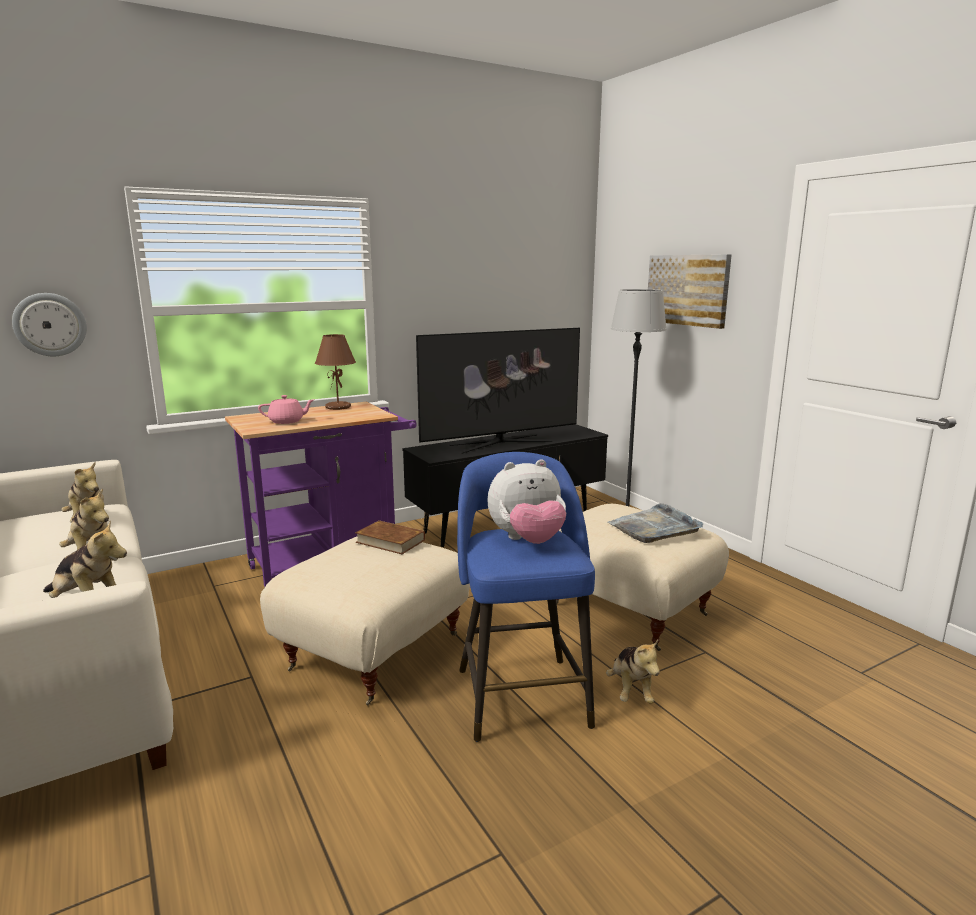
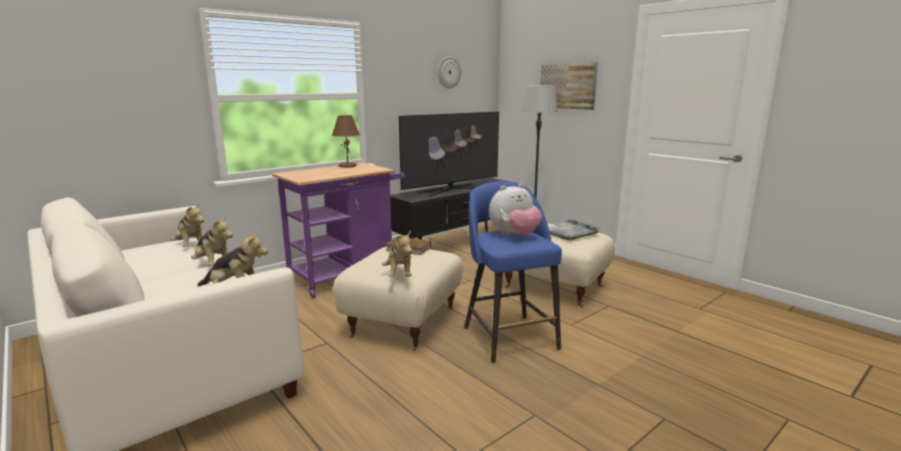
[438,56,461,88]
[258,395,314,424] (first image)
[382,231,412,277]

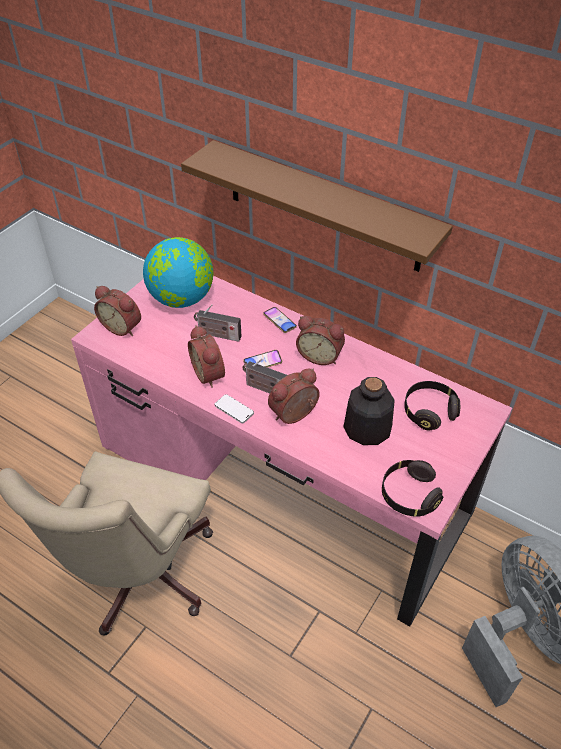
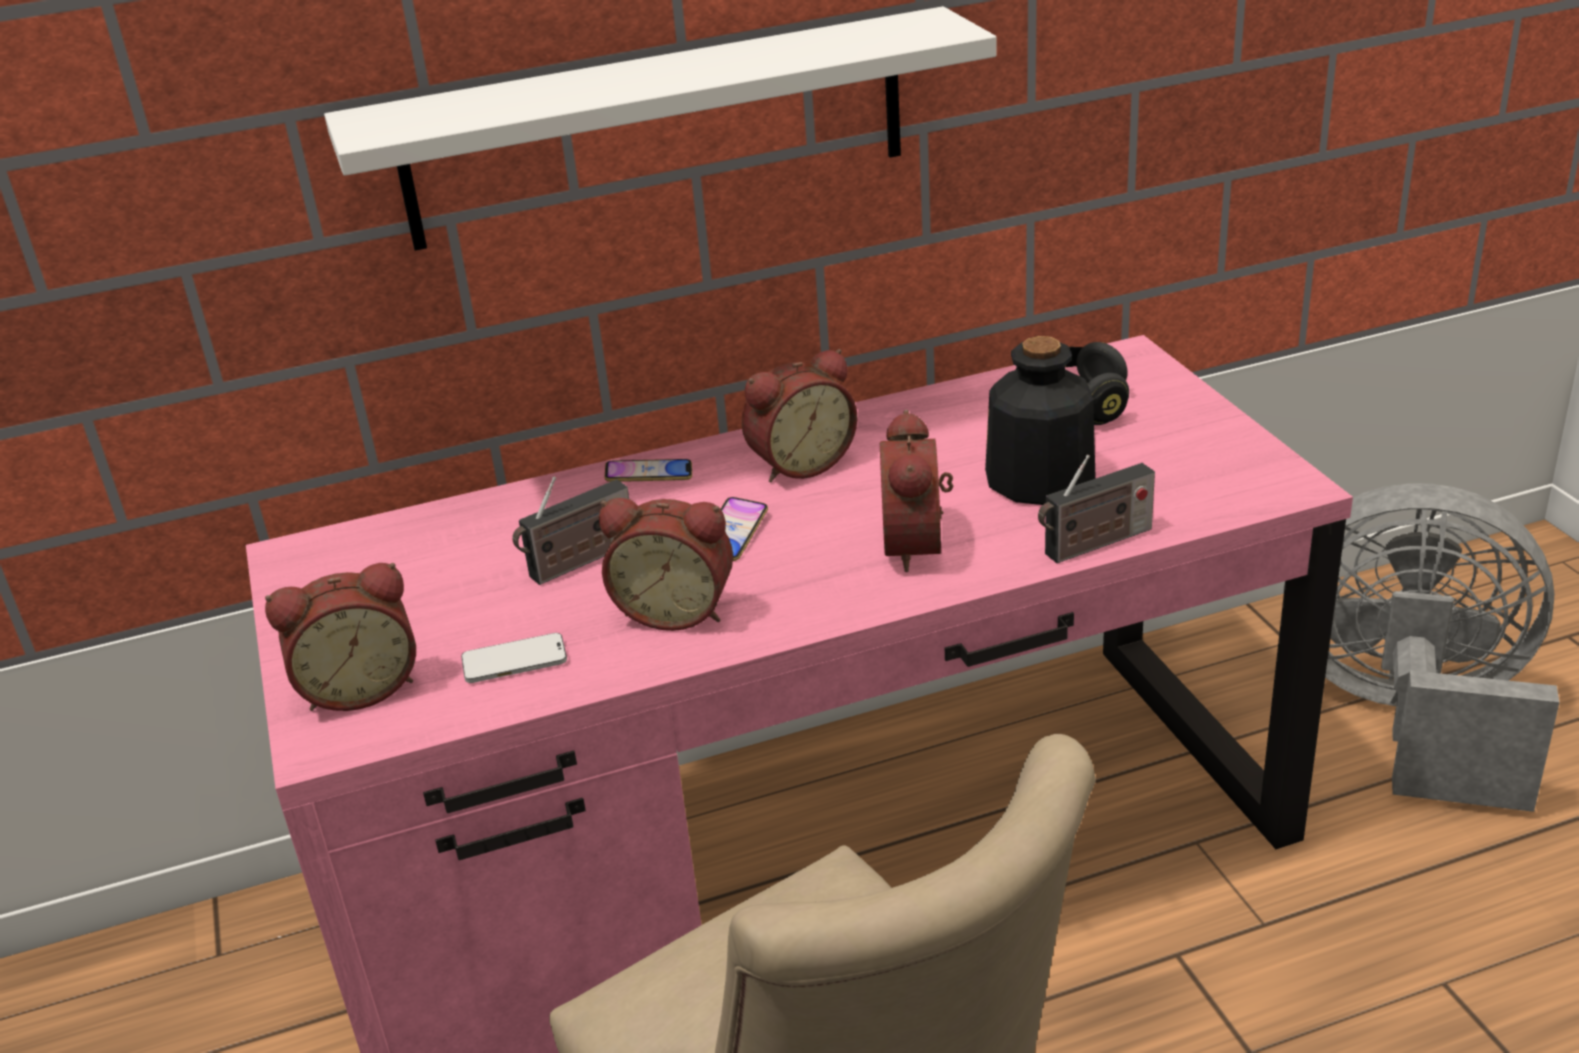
[143,237,213,308] (first image)
[324,6,997,251]
[461,633,567,683]
[1038,454,1155,563]
[382,460,443,517] (first image)

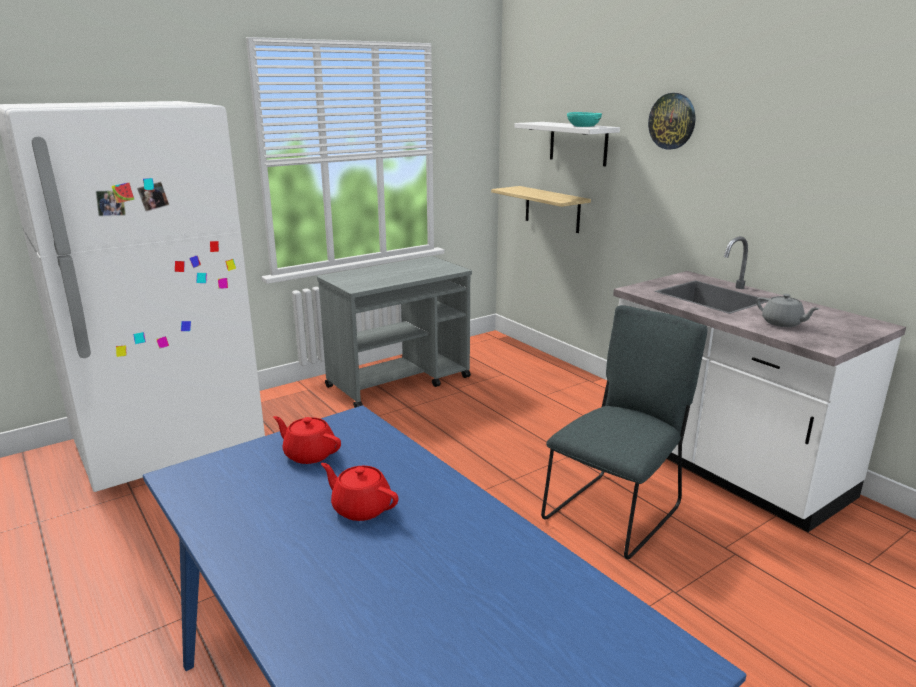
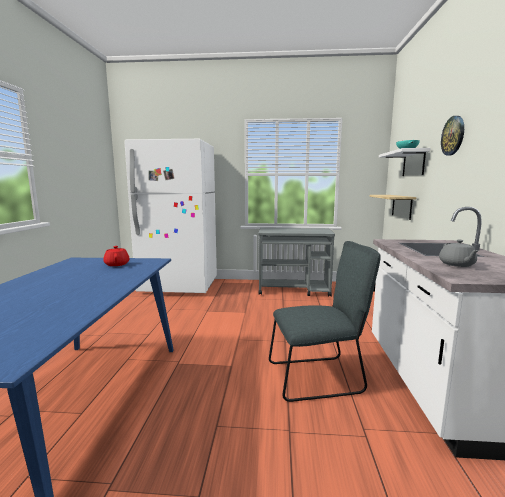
[321,463,398,521] (first image)

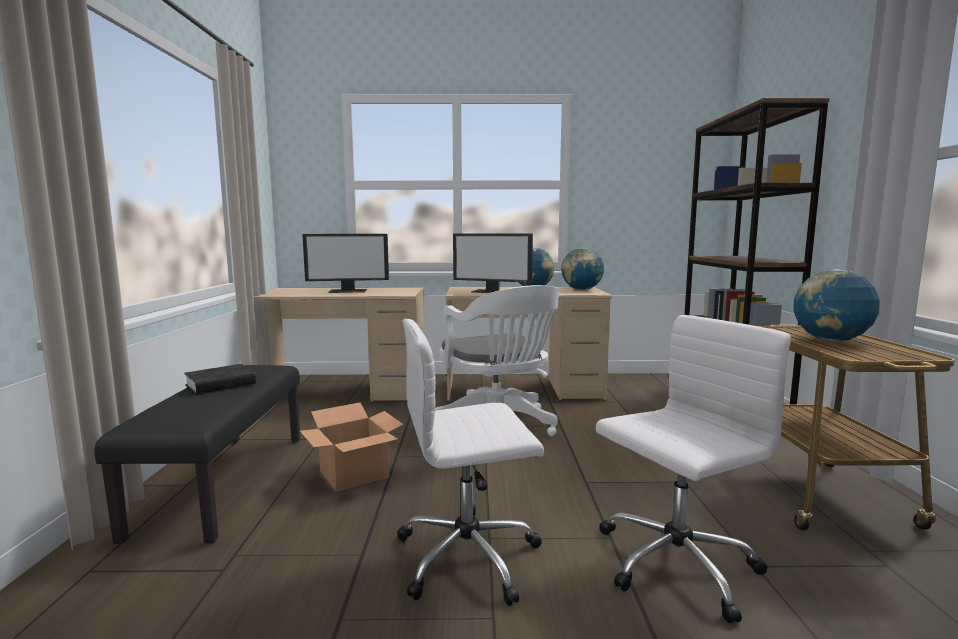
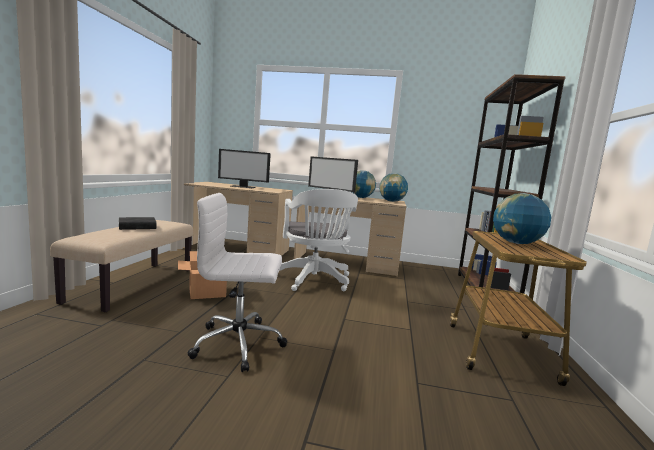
[50,220,194,312]
[596,315,791,624] (first image)

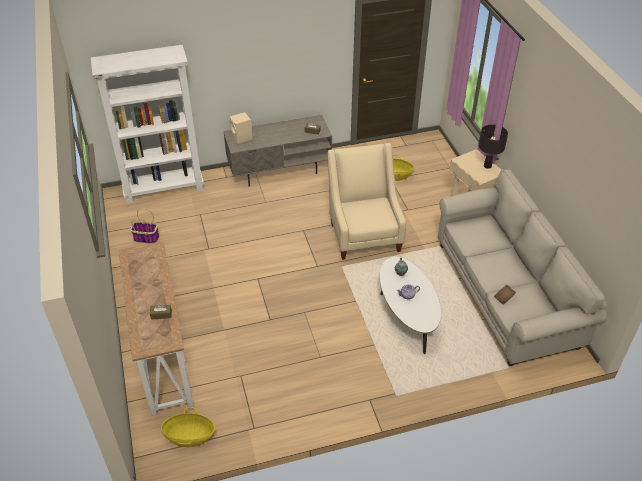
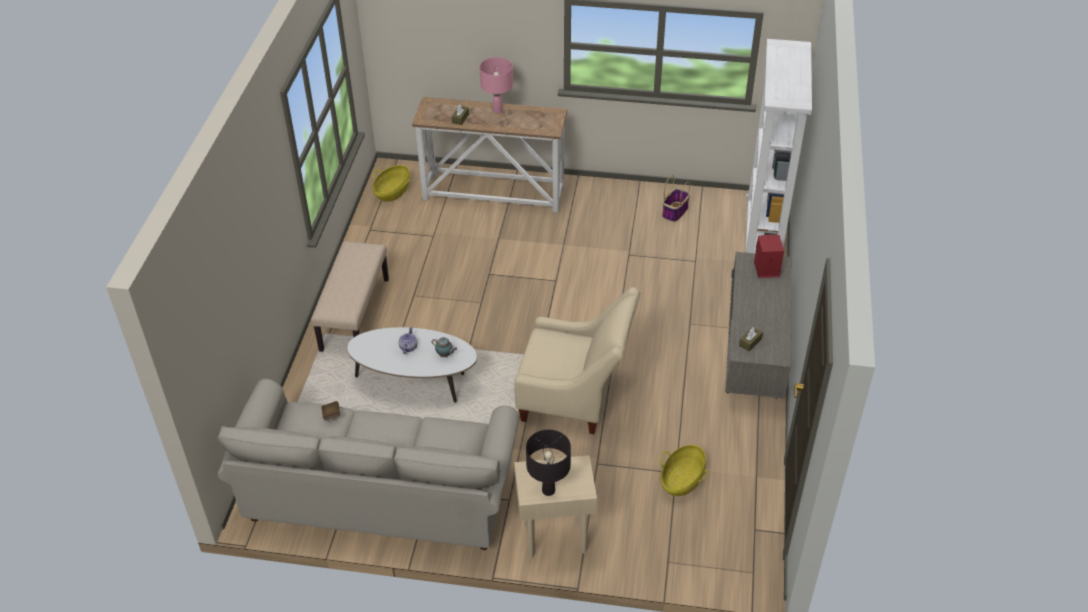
[754,235,784,278]
[311,241,389,352]
[480,57,513,113]

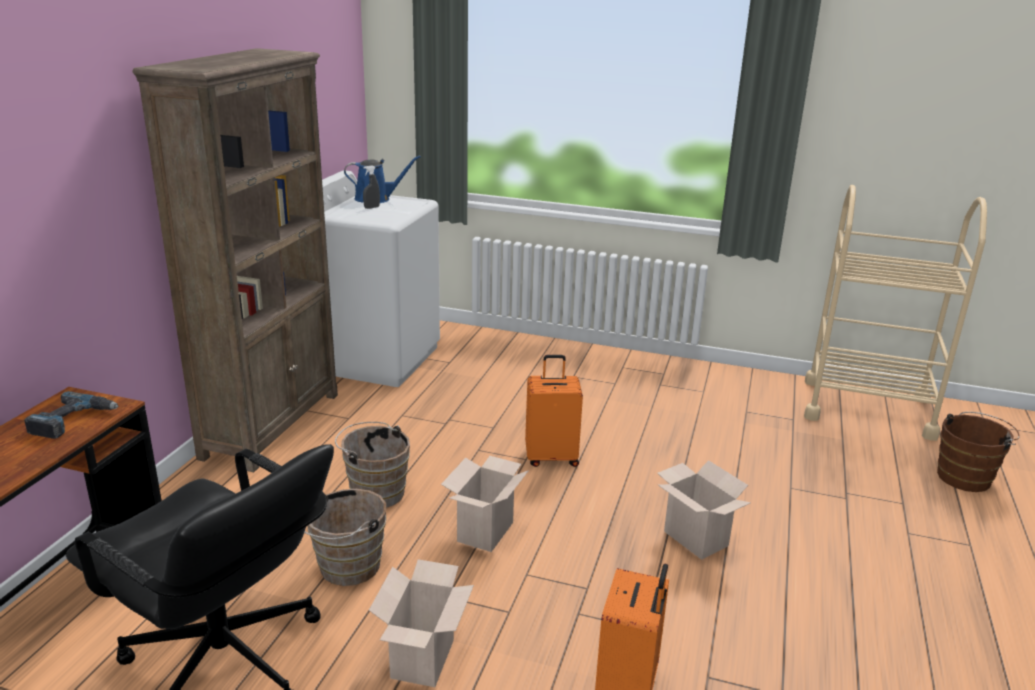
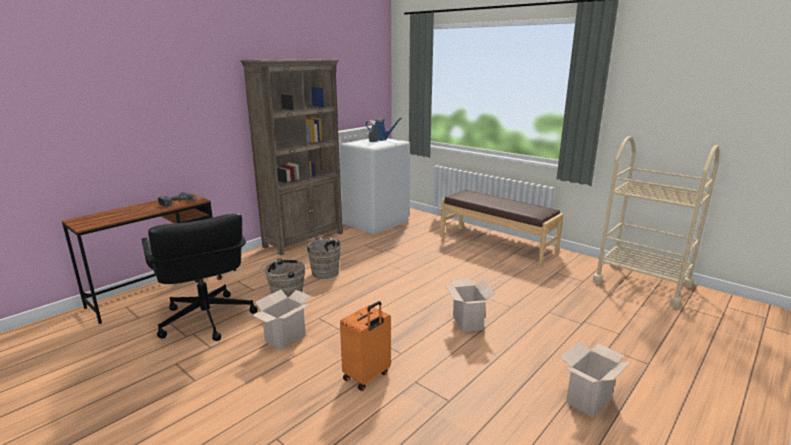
[560,341,632,418]
[525,355,583,467] (first image)
[937,412,1020,492] (first image)
[440,190,564,267]

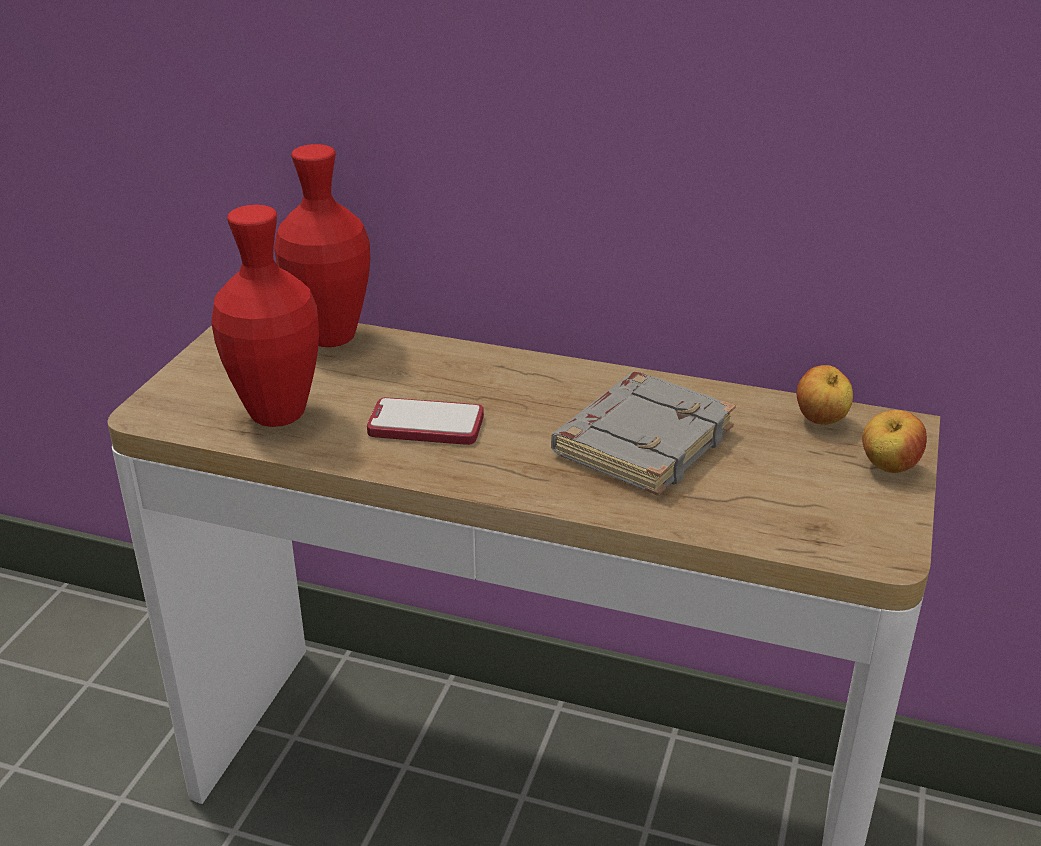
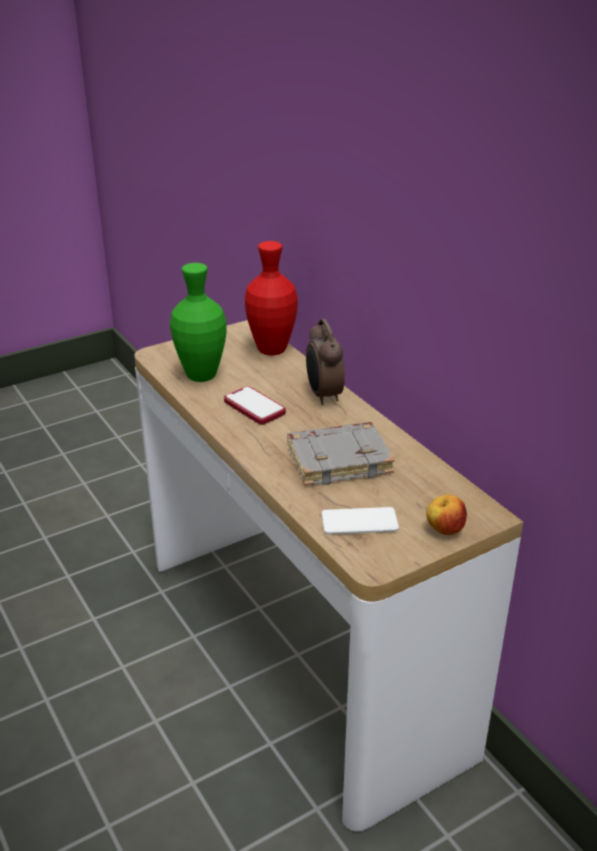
[170,263,227,382]
[796,365,853,425] (first image)
[306,319,345,405]
[322,507,399,535]

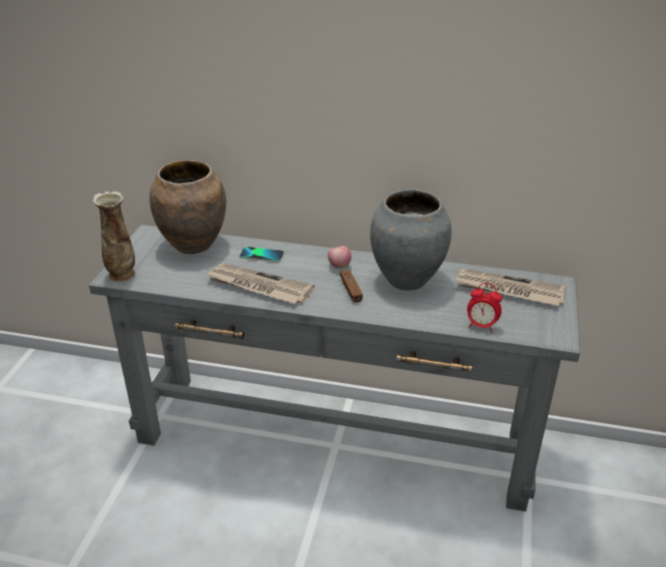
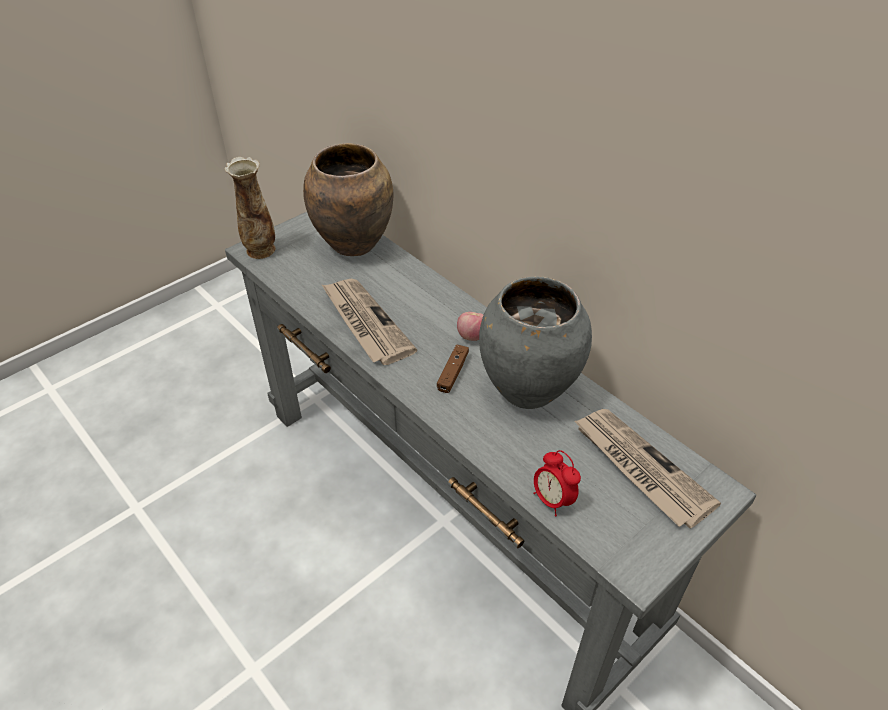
[239,247,284,262] (first image)

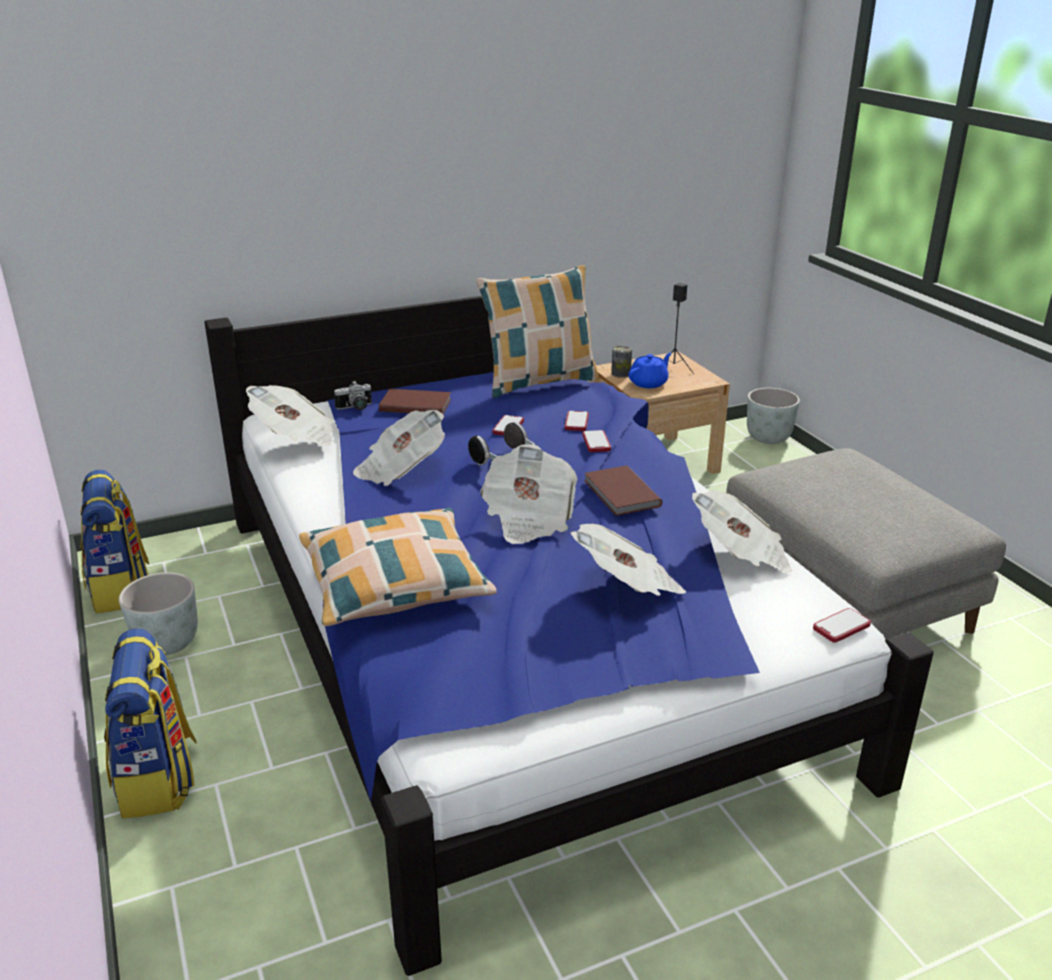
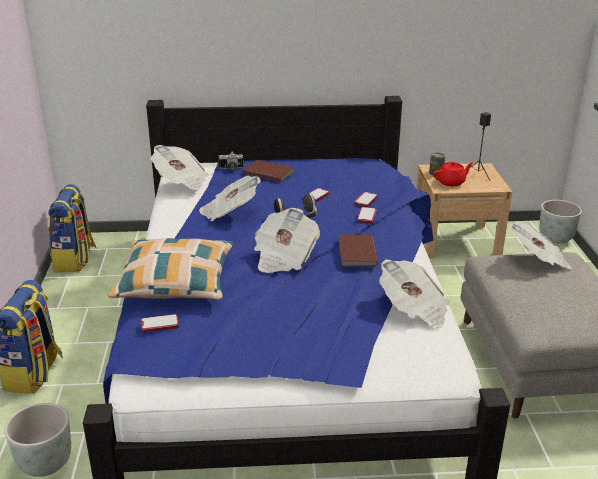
[5,403,71,477]
[477,265,598,398] (first image)
[509,222,572,269]
[433,161,473,186]
[141,314,179,332]

